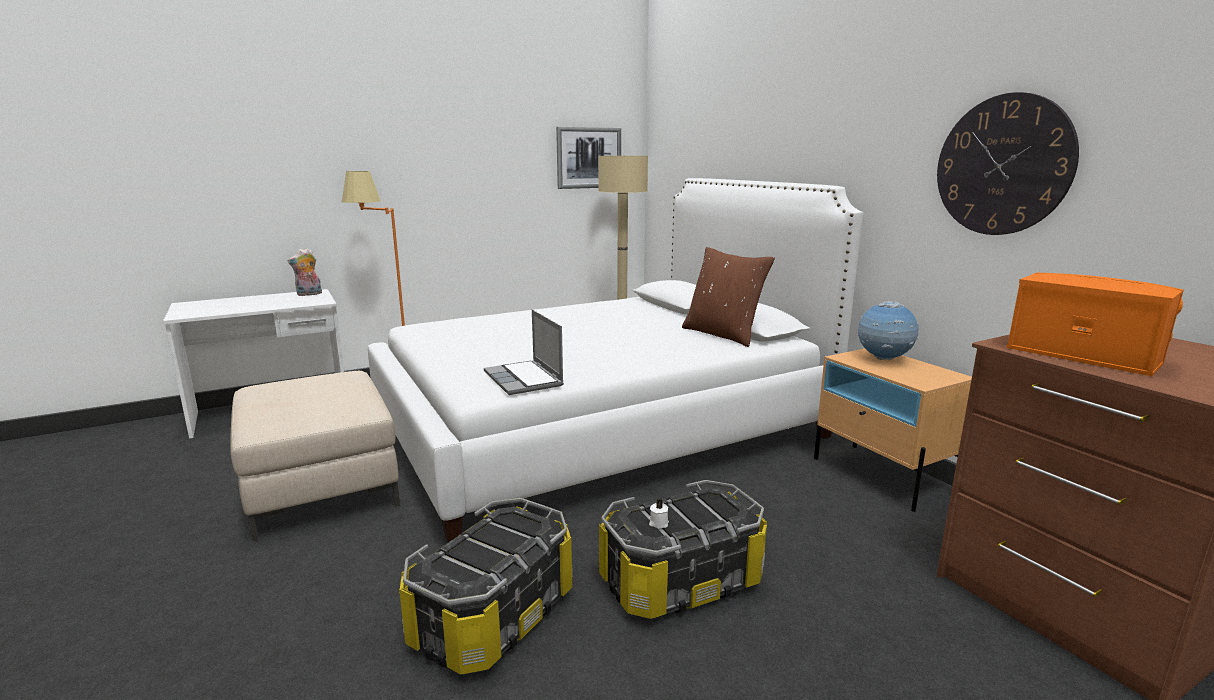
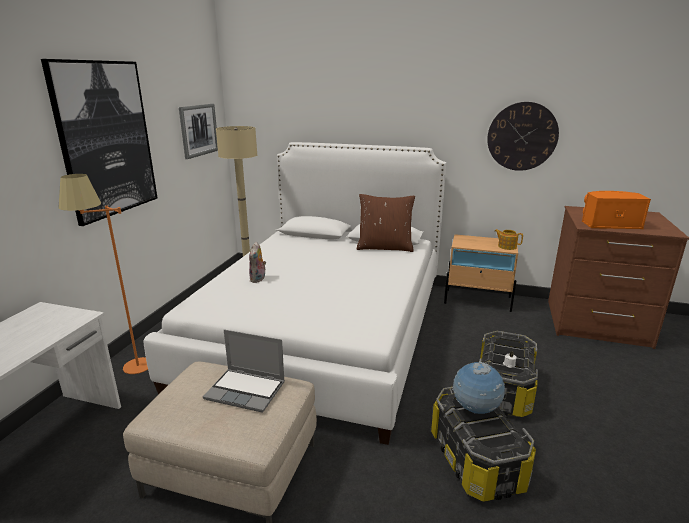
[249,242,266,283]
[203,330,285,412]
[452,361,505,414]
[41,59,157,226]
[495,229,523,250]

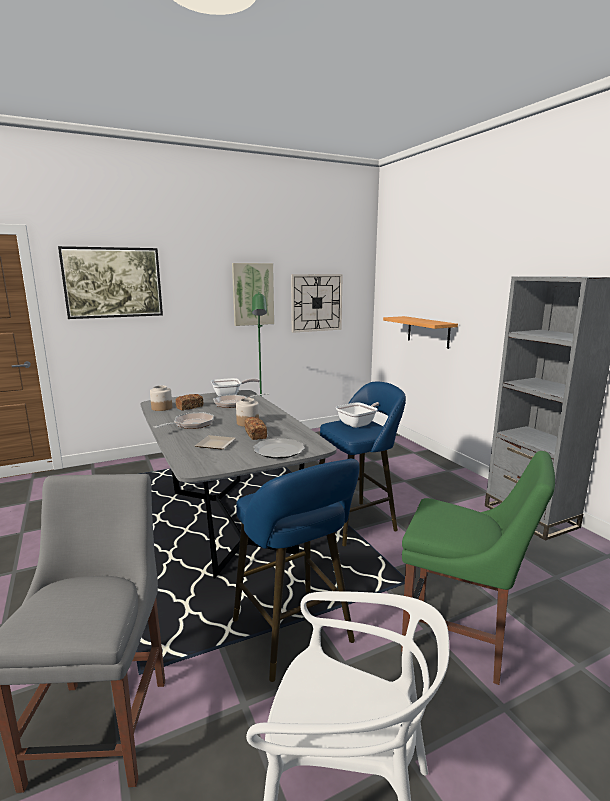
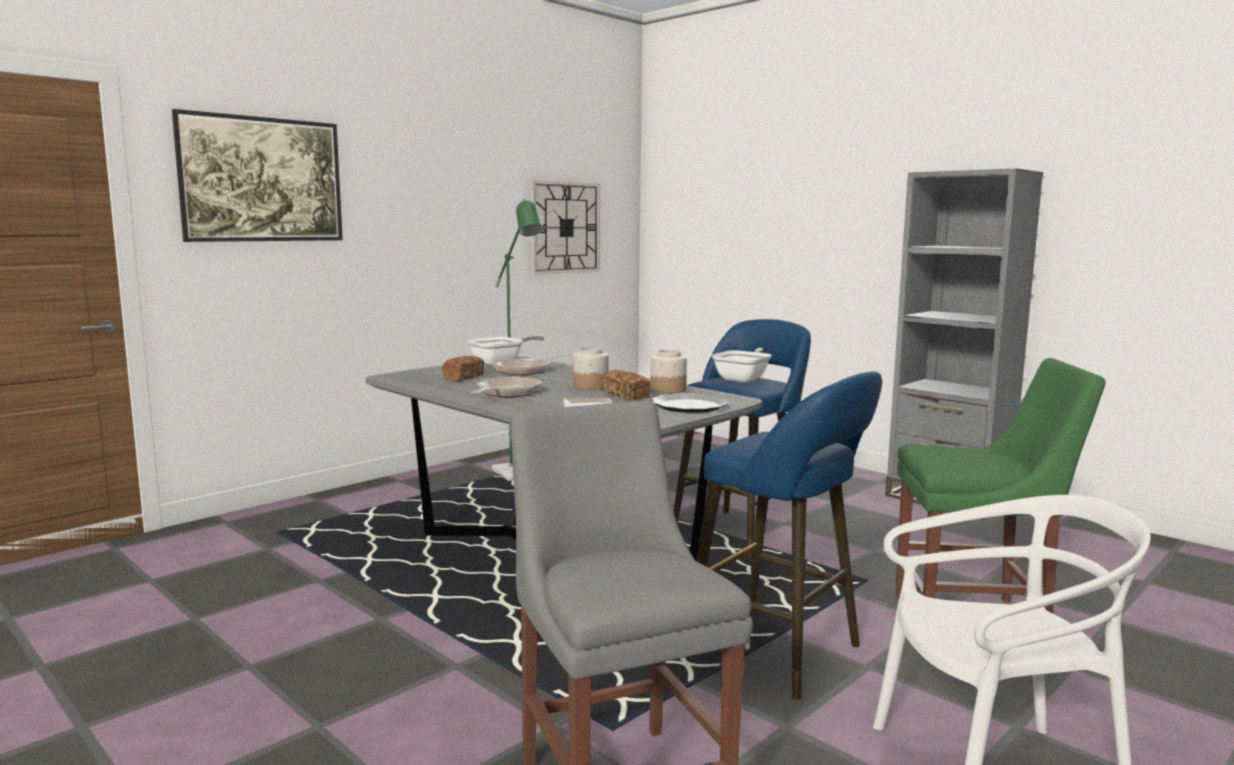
[651,350,687,393]
[232,263,274,326] (first image)
[383,316,458,349] (first image)

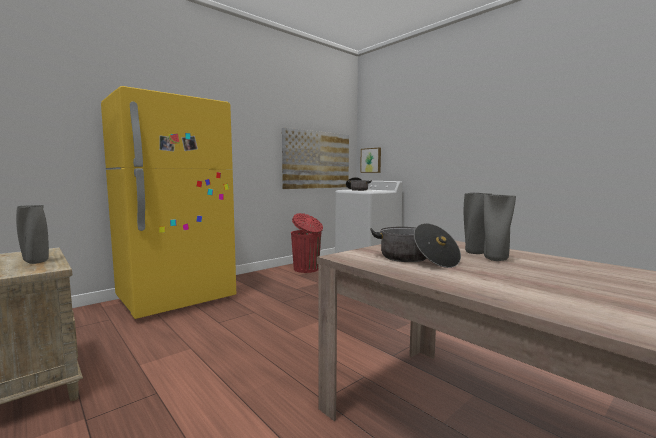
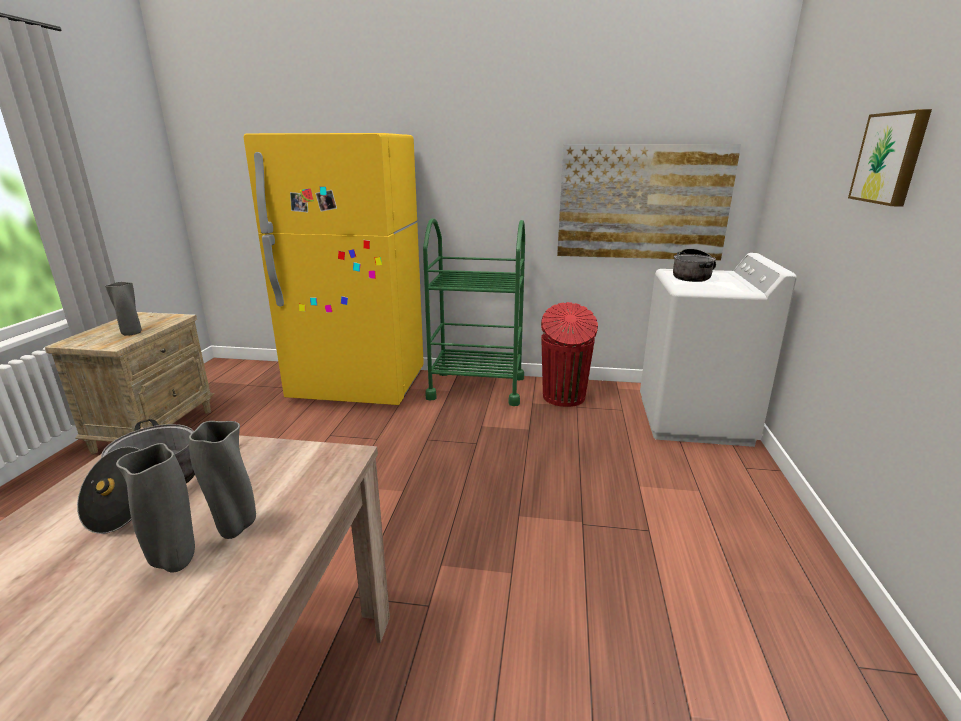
[848,109,932,206]
[423,218,525,406]

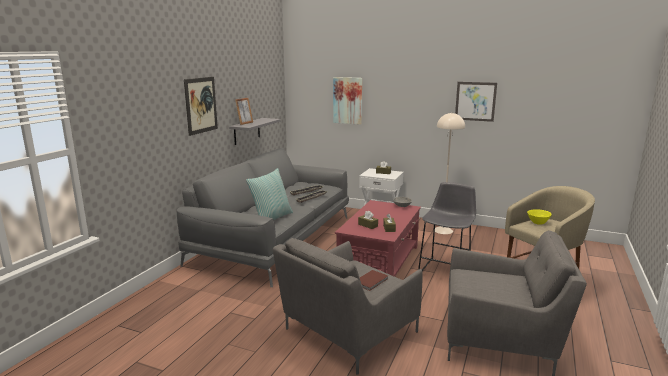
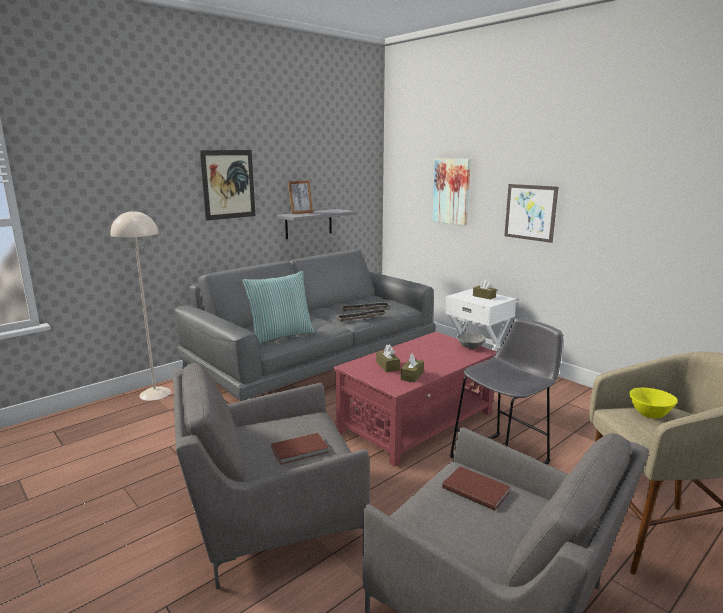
[111,210,171,401]
[504,184,558,243]
[442,466,511,511]

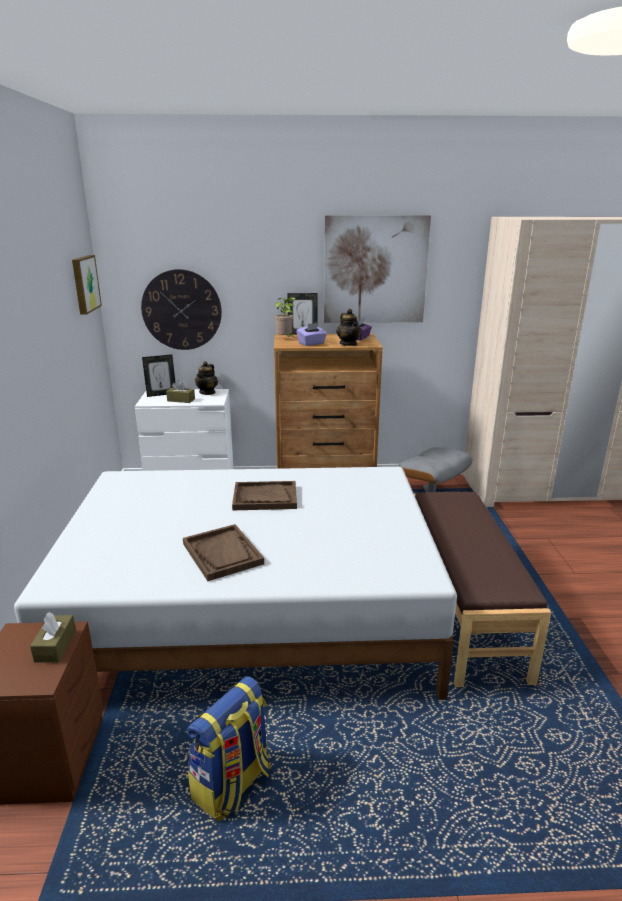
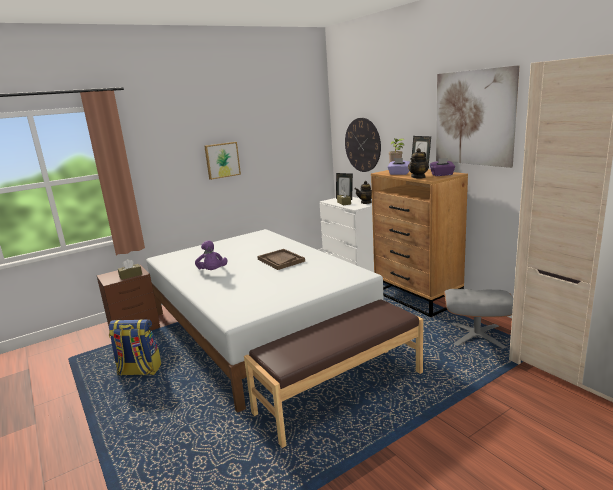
[204,142,241,180]
[195,240,228,270]

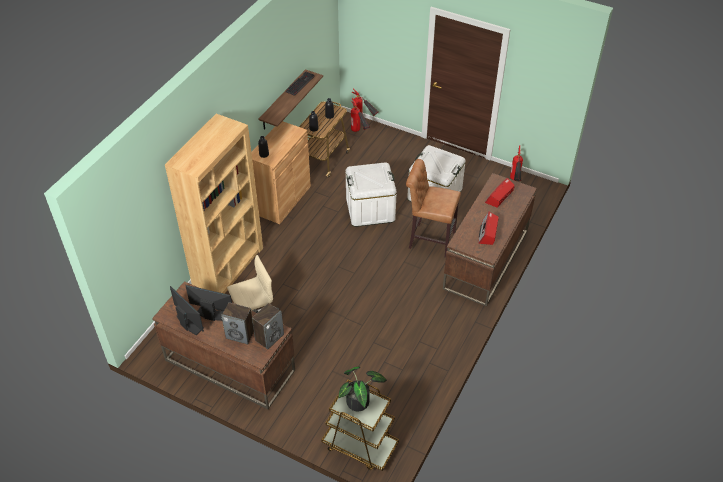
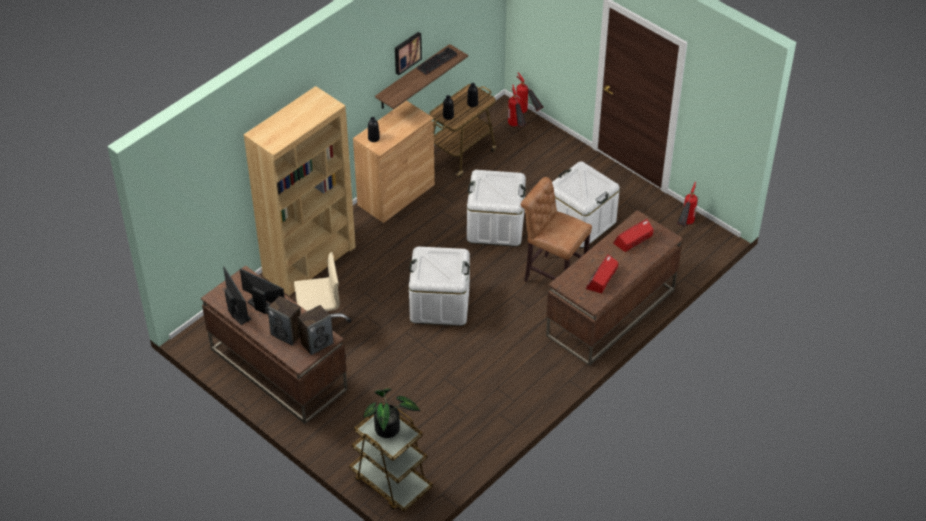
[395,32,422,75]
[409,247,470,326]

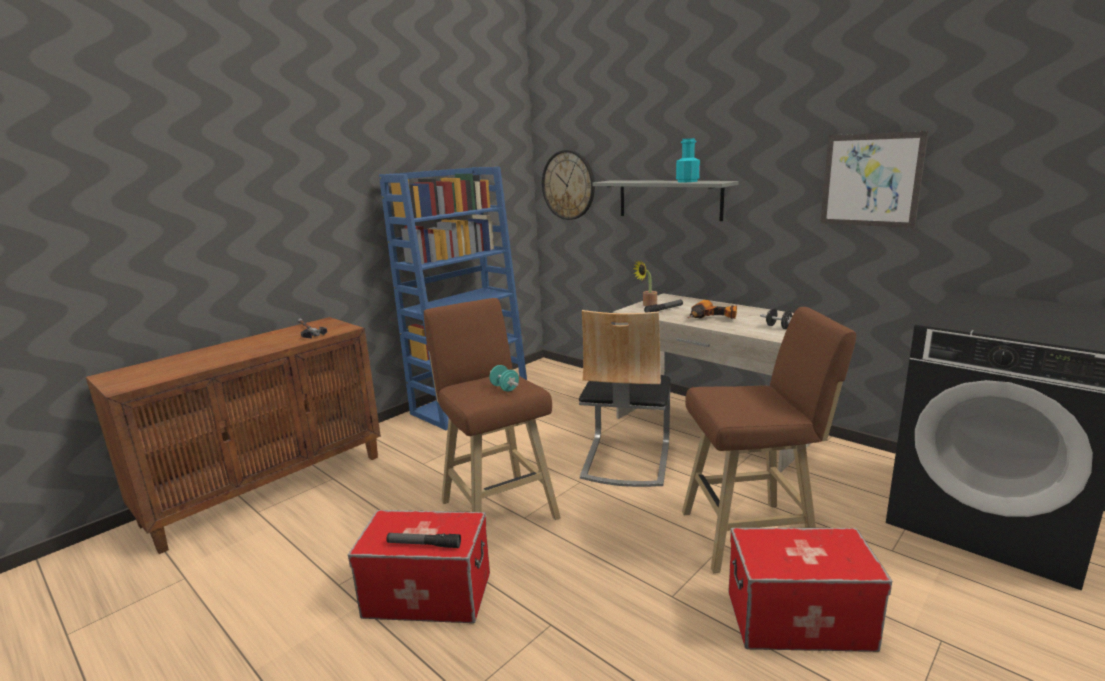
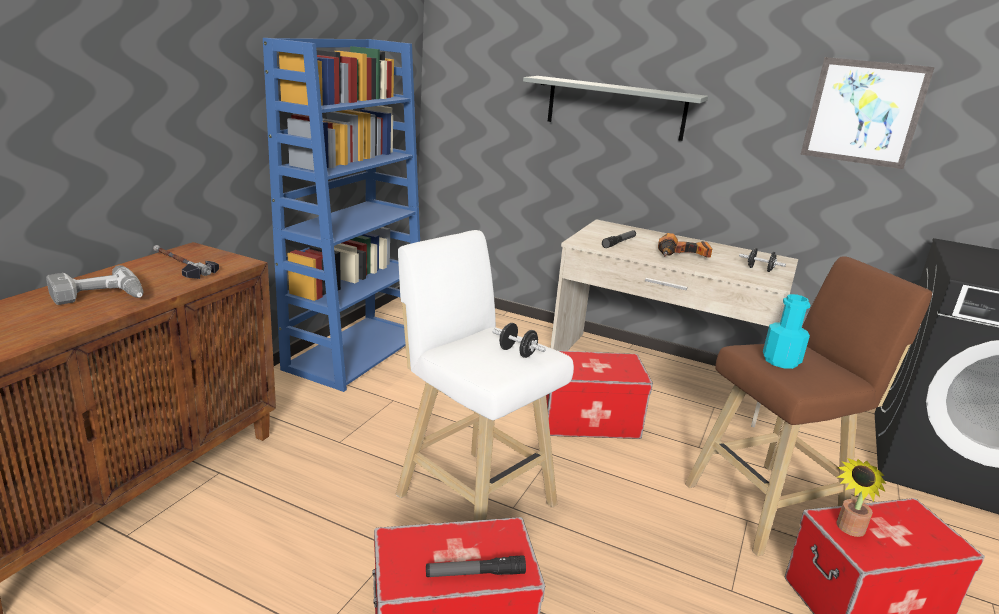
[396,230,574,521]
[492,323,546,358]
[542,150,595,220] (first image)
[546,350,653,439]
[837,458,886,537]
[763,294,811,369]
[46,265,143,305]

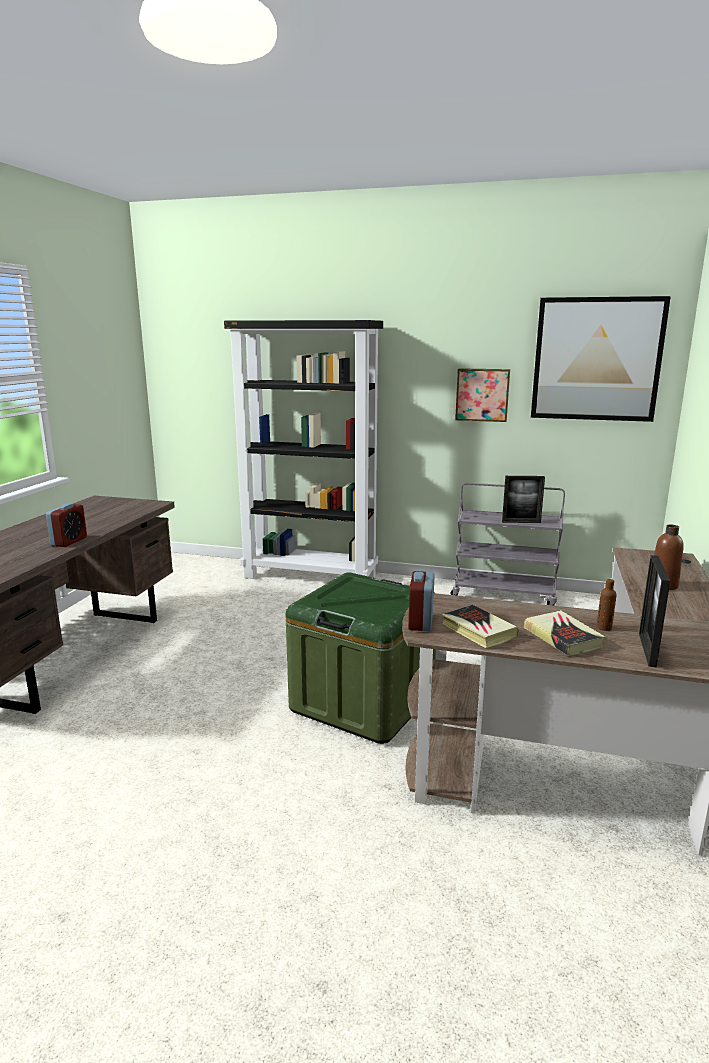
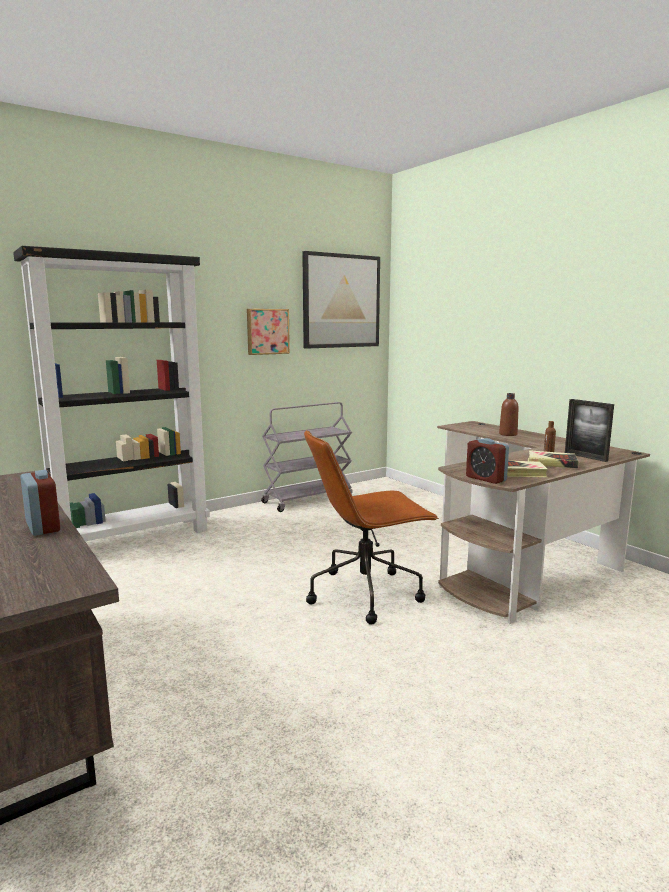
[304,430,439,625]
[502,476,545,523] (first image)

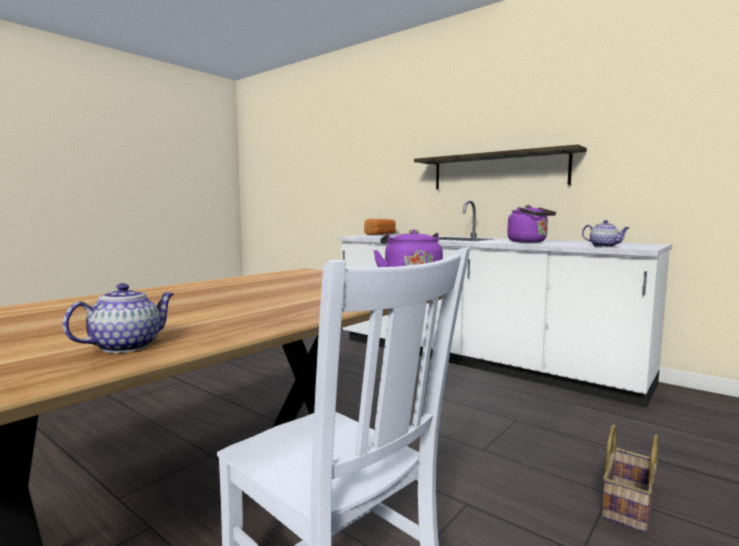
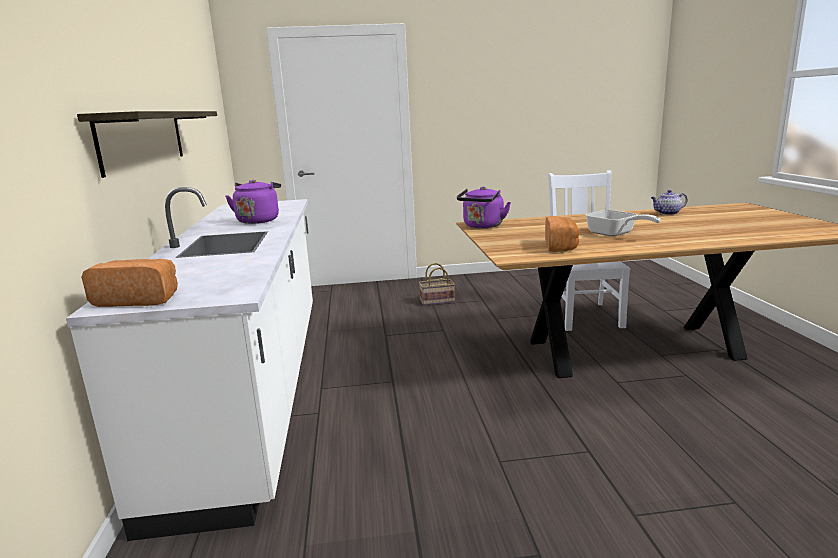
[582,220,629,247] (first image)
[545,216,579,252]
[585,210,661,236]

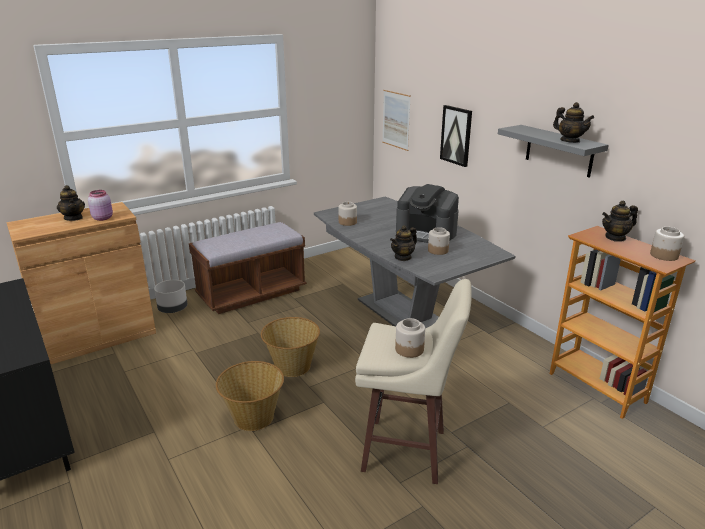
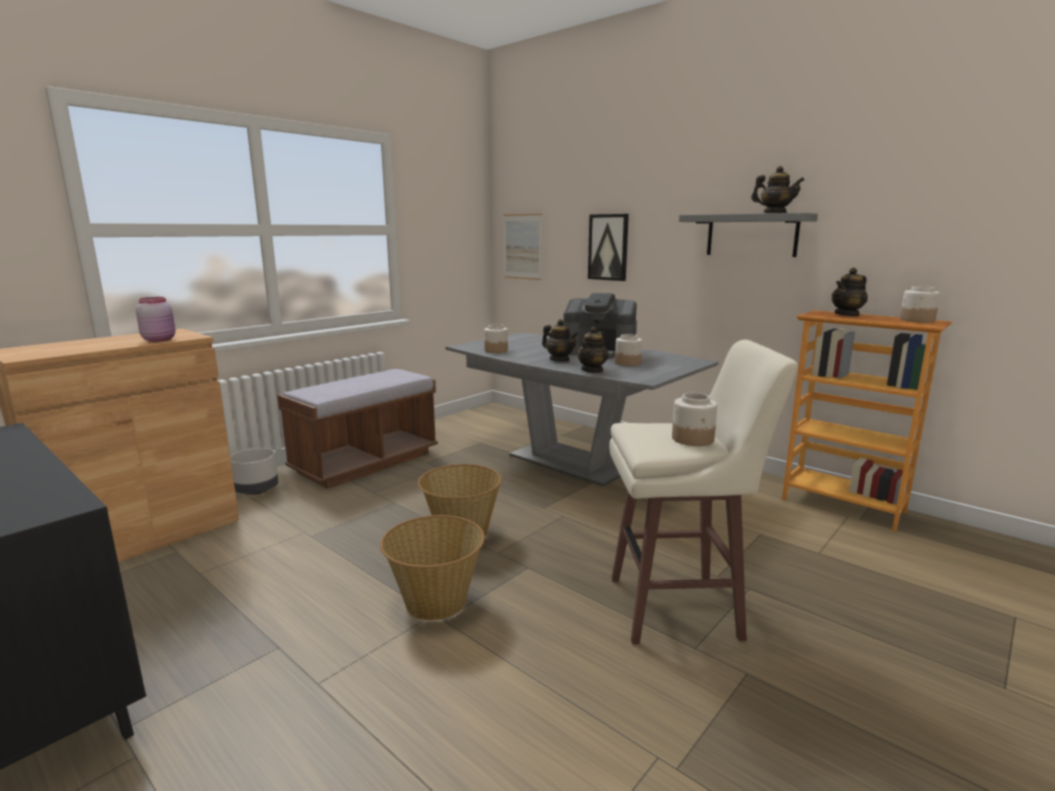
[542,319,579,361]

